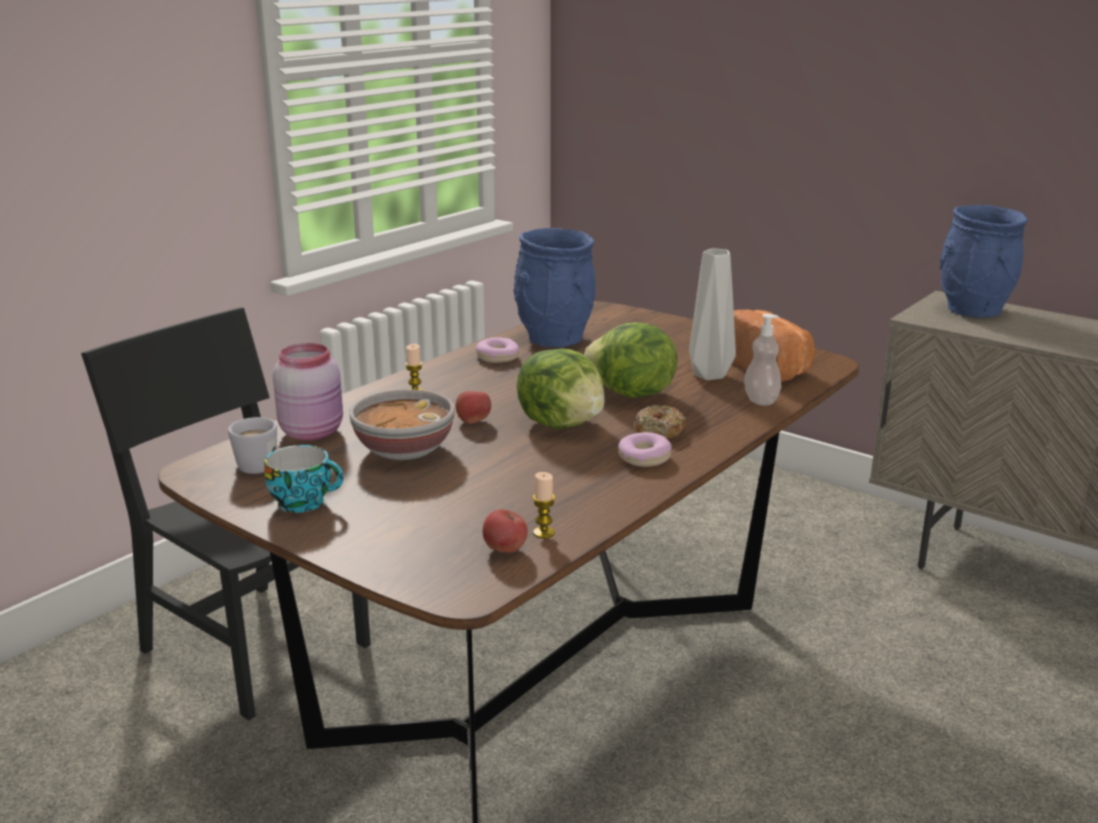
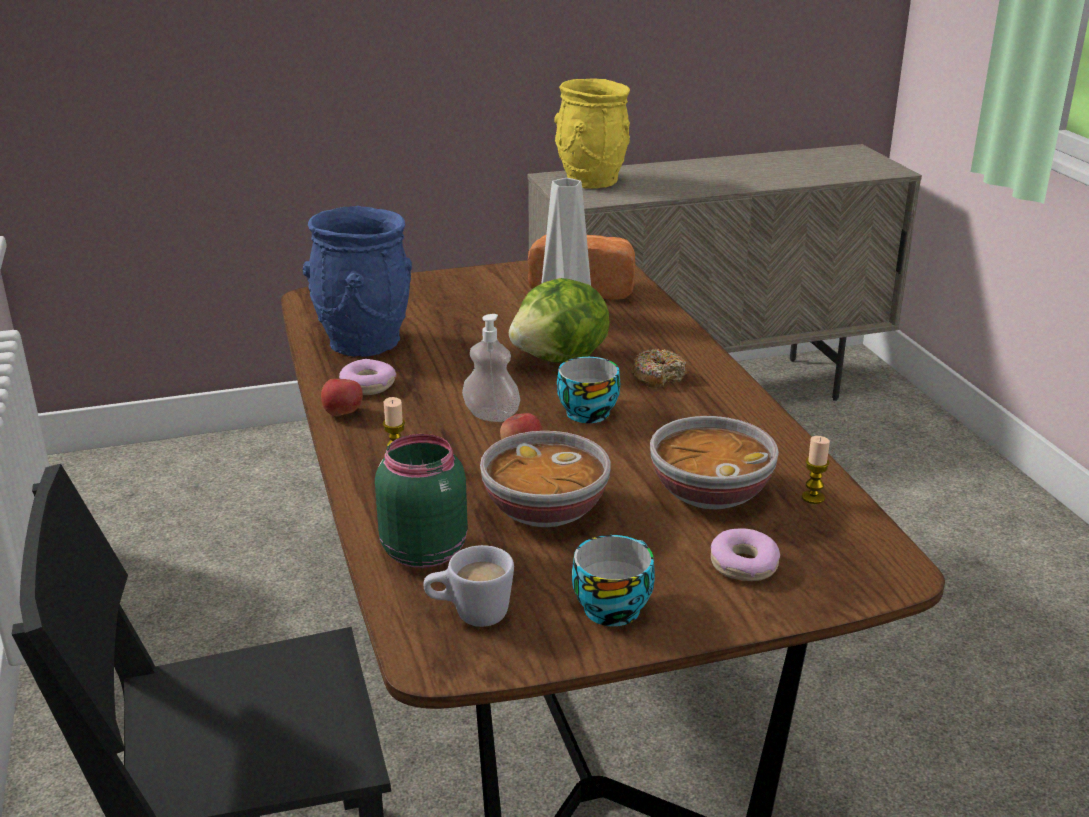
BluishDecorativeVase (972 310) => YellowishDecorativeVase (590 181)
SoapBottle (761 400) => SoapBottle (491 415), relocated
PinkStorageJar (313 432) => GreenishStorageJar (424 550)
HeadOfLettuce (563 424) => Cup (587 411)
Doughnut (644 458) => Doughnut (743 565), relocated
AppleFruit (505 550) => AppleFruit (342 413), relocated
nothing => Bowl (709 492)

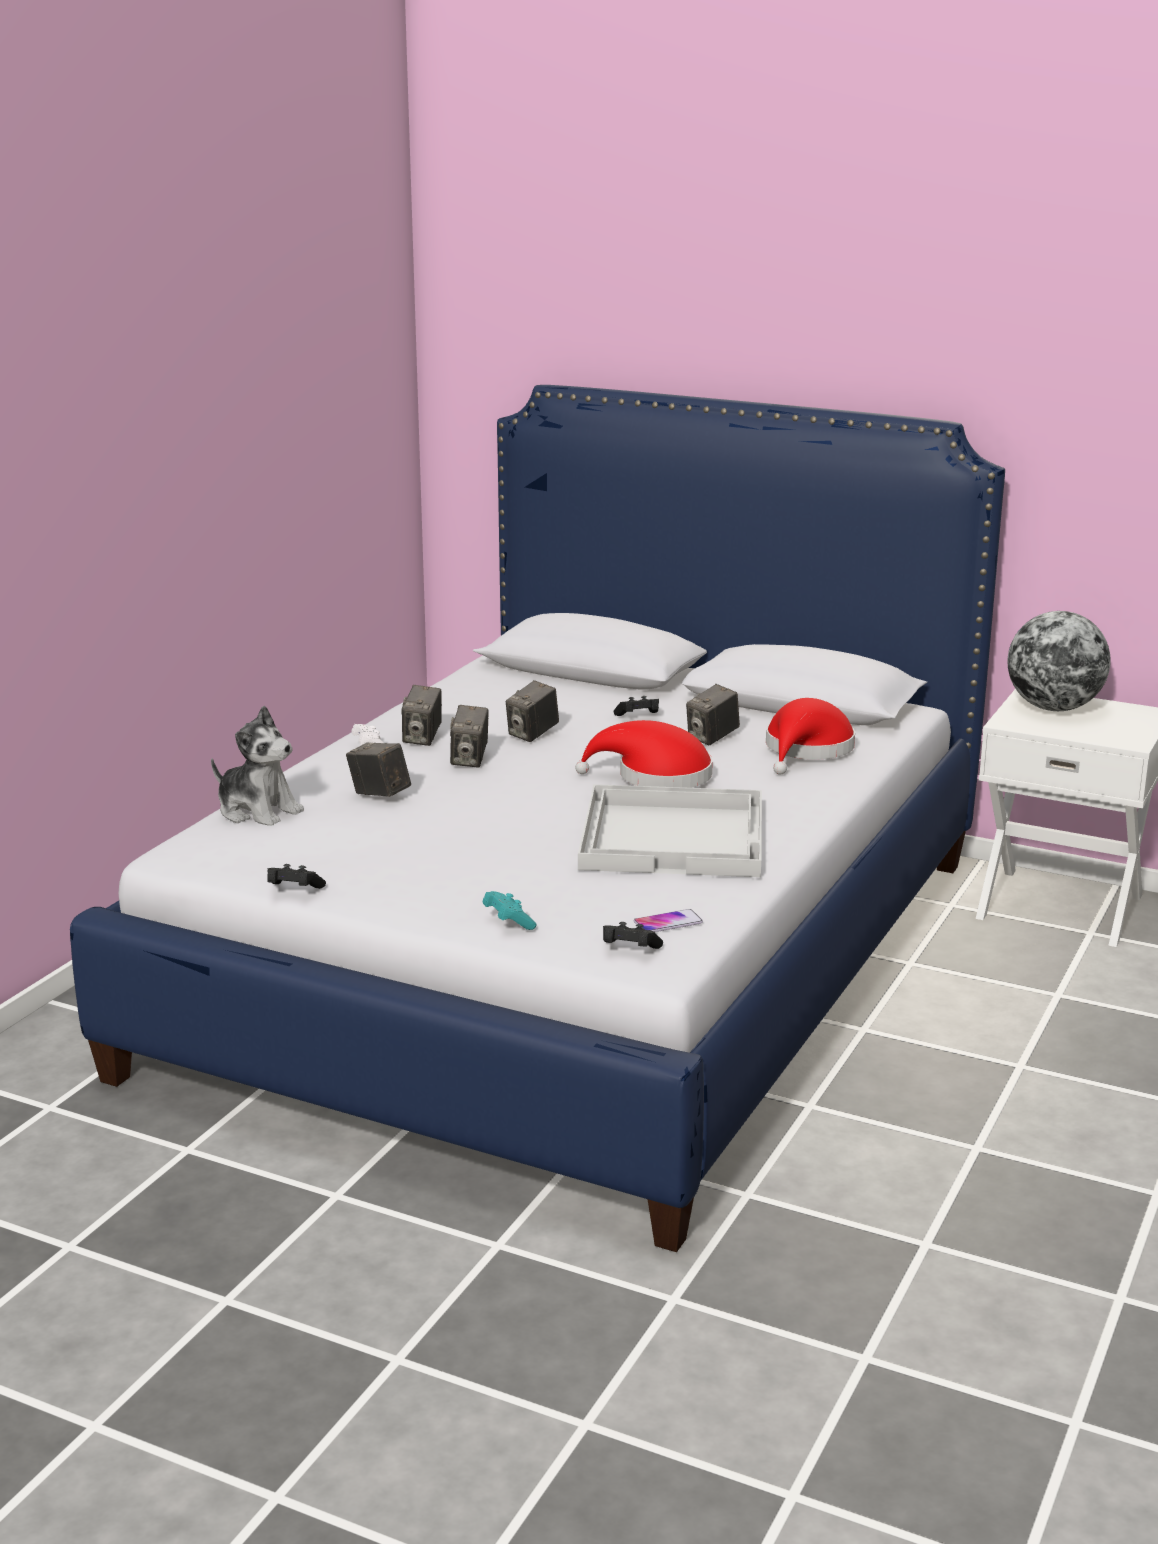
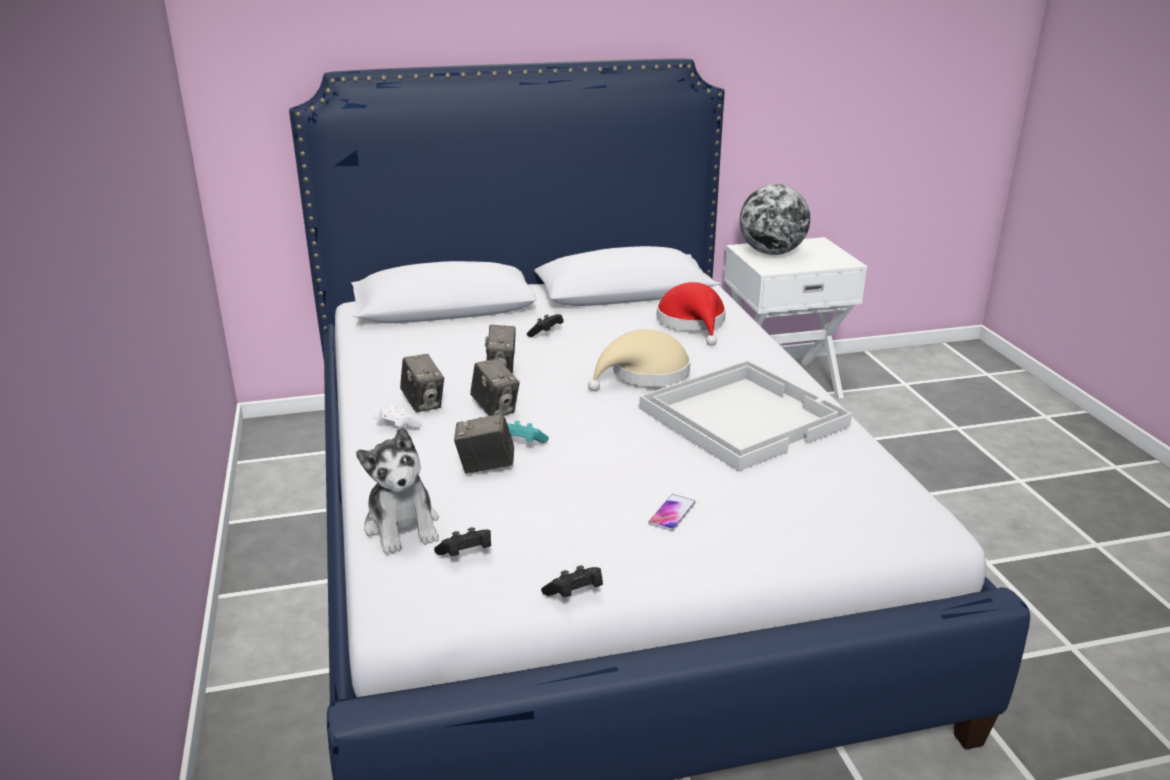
PhotoCamera (712 738) => nothing
SoftToy (258 811) => SoftToy (403 526), 75 degrees clockwise
ReddishWearableHat (656 776) => SandColouredWearableHat (645 374)
BlueGreenGamepad (508 922) => BlueGreenGamepad (521 443), relocated
Handset (668 923) => Handset (672 513), relocated
BlackishGamepad (629 950) => BlackishGamepad (466 554), relocated

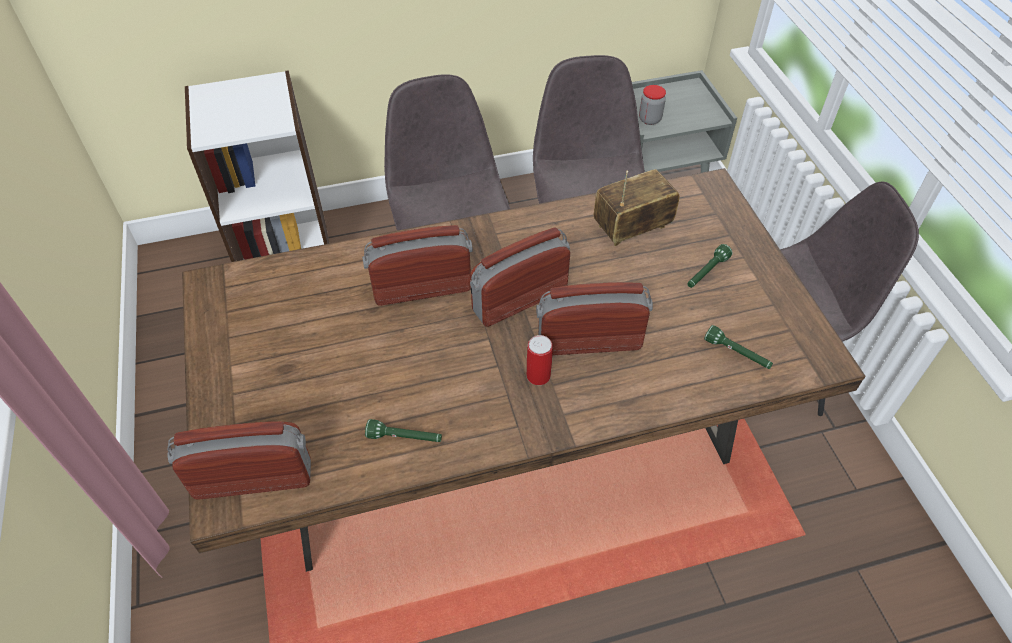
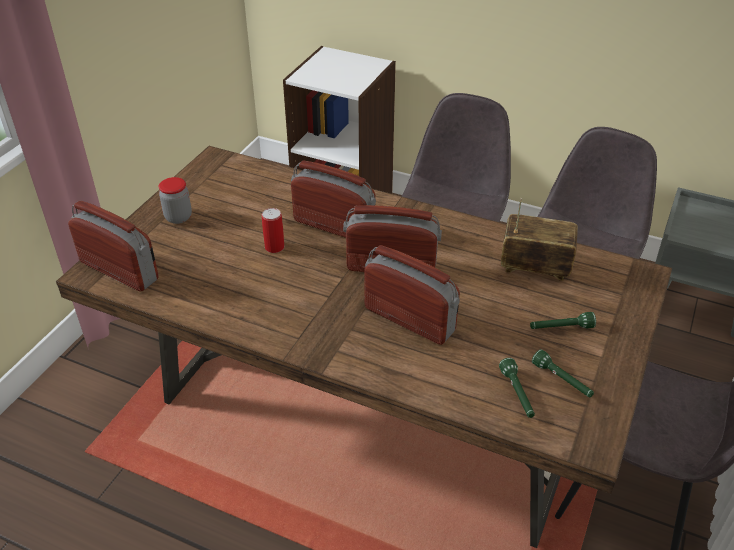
StorageJar (649 119) => StorageJar (178 217), relocated
Can (538 376) => Can (274 247), relocated
GreenishFlashlight (405 438) => GreenishFlashlight (562 380), relocated

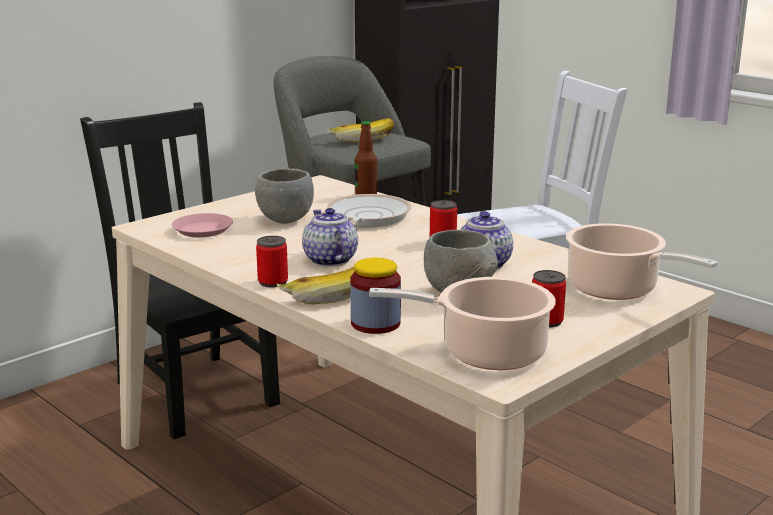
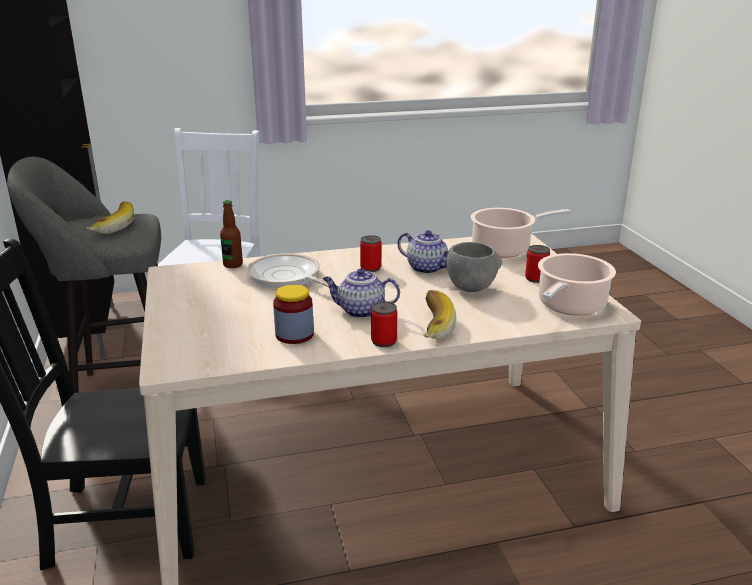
GreyBowl (284 220) => nothing
PinkPlate (202 230) => nothing
StorageJar (375 323) => StorageJar (294 335), relocated

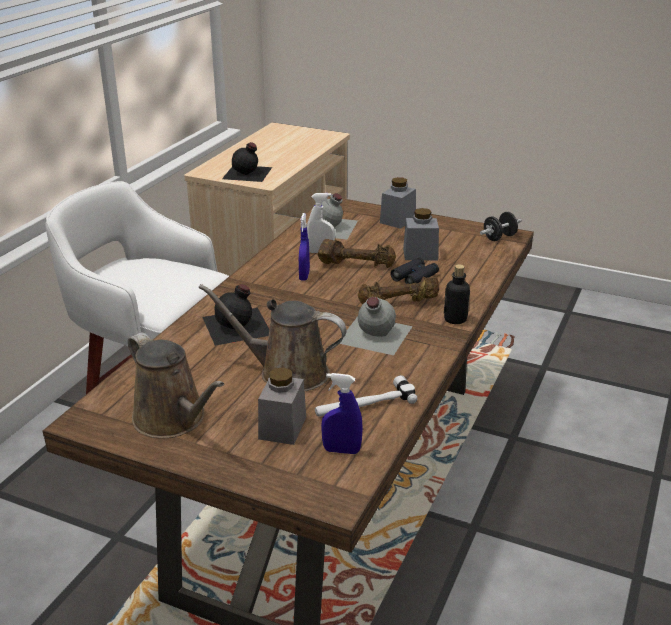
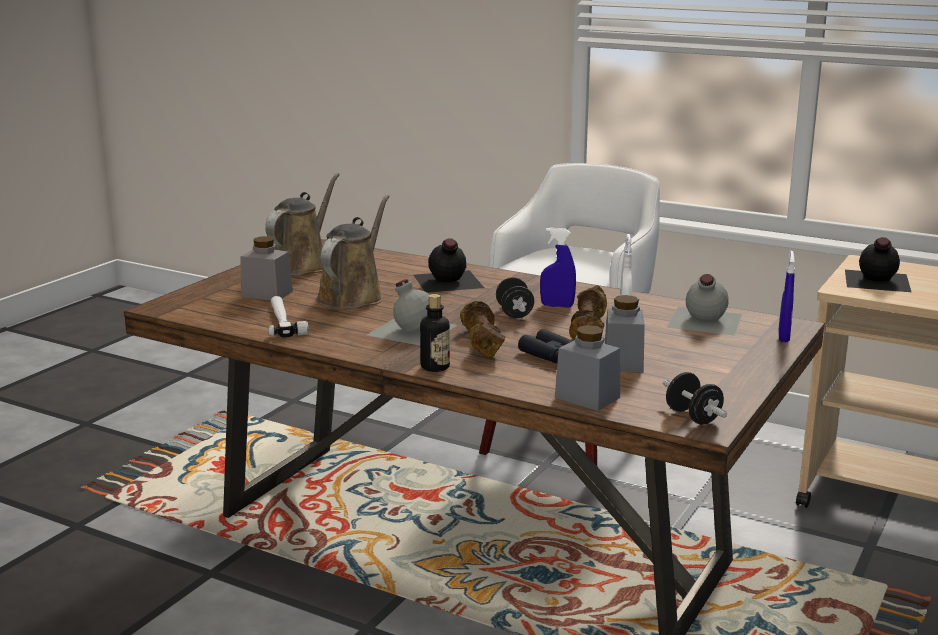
GreyStorageJar (397 220) => GreyStorageJar (587 397), relocated
BrownColouredWateringPot (173 420) => BrownColouredWateringPot (301 265), 150 degrees clockwise
BluishHandSprayer (341 450) => BluishHandSprayer (783 337), relocated
nothing => BlackishHandWeight (514 313)

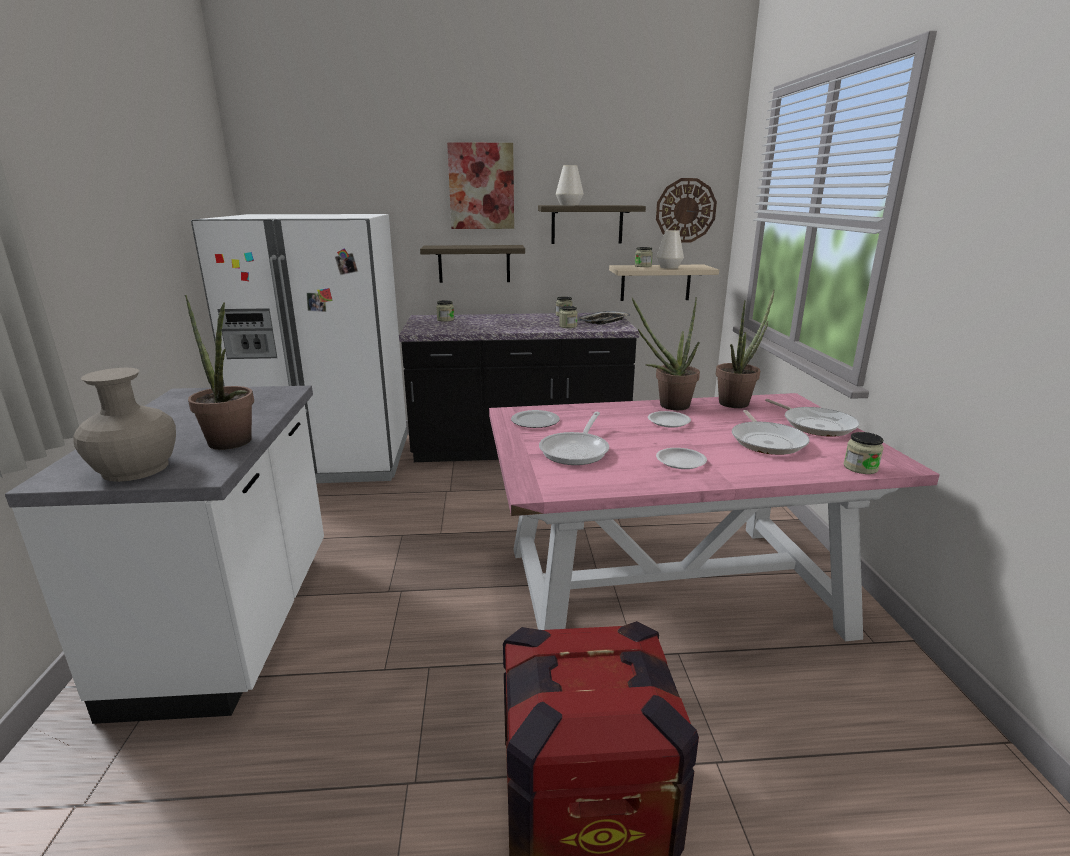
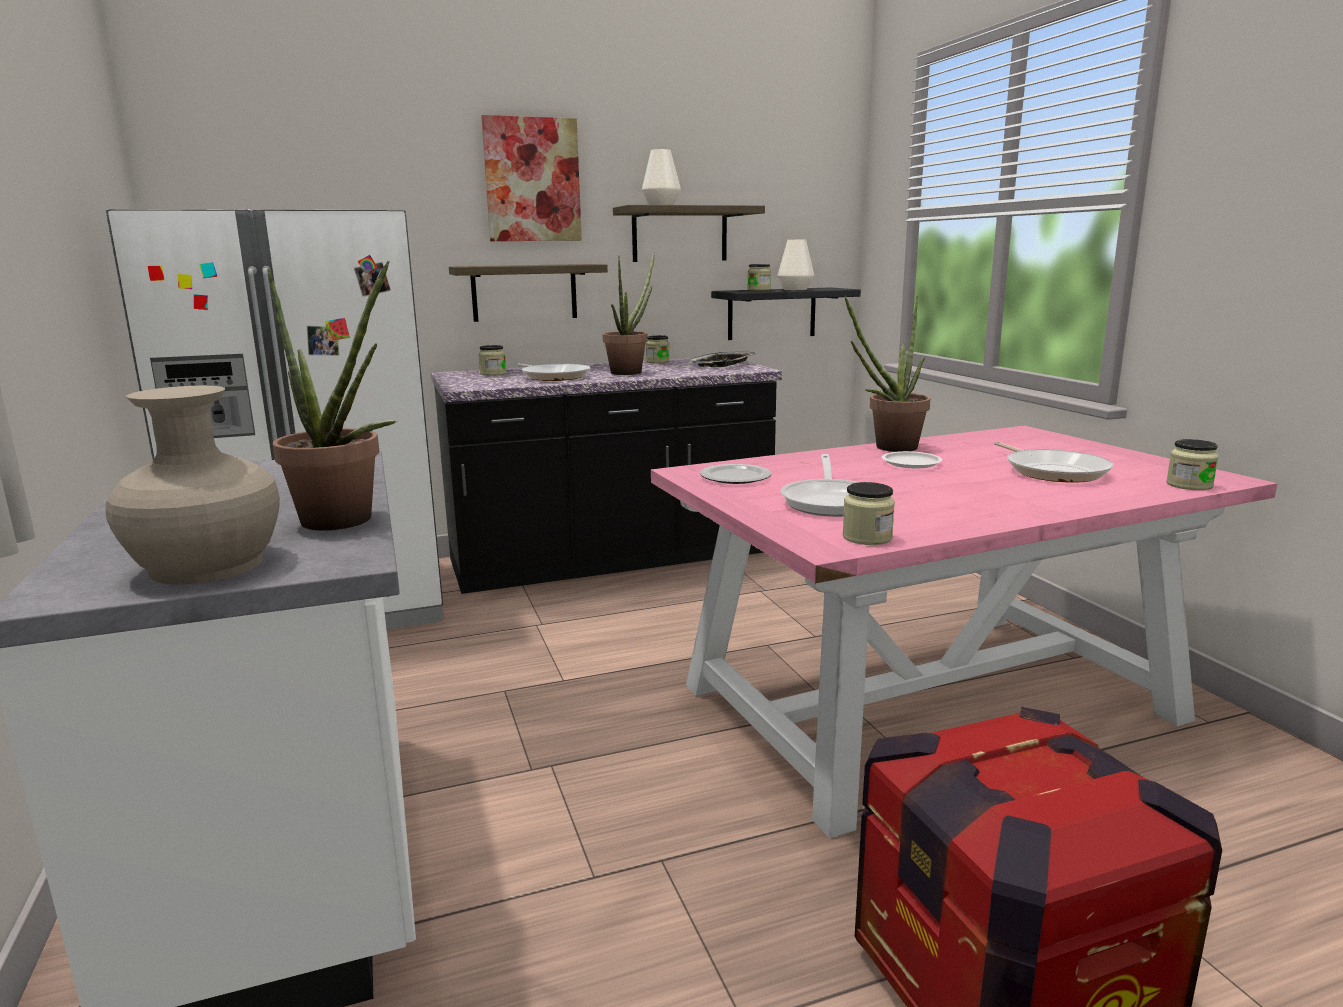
HangingClock (685 210) => nothing
SandColouredShelf (655 282) => BlackishShelf (771 313)
Houseplant (737 402) => Houseplant (630 372), relocated
StorageJar (568 326) => StorageJar (867 537), relocated
Pan (815 425) => Pan (554 376), relocated
WhitePlate (680 461) => nothing

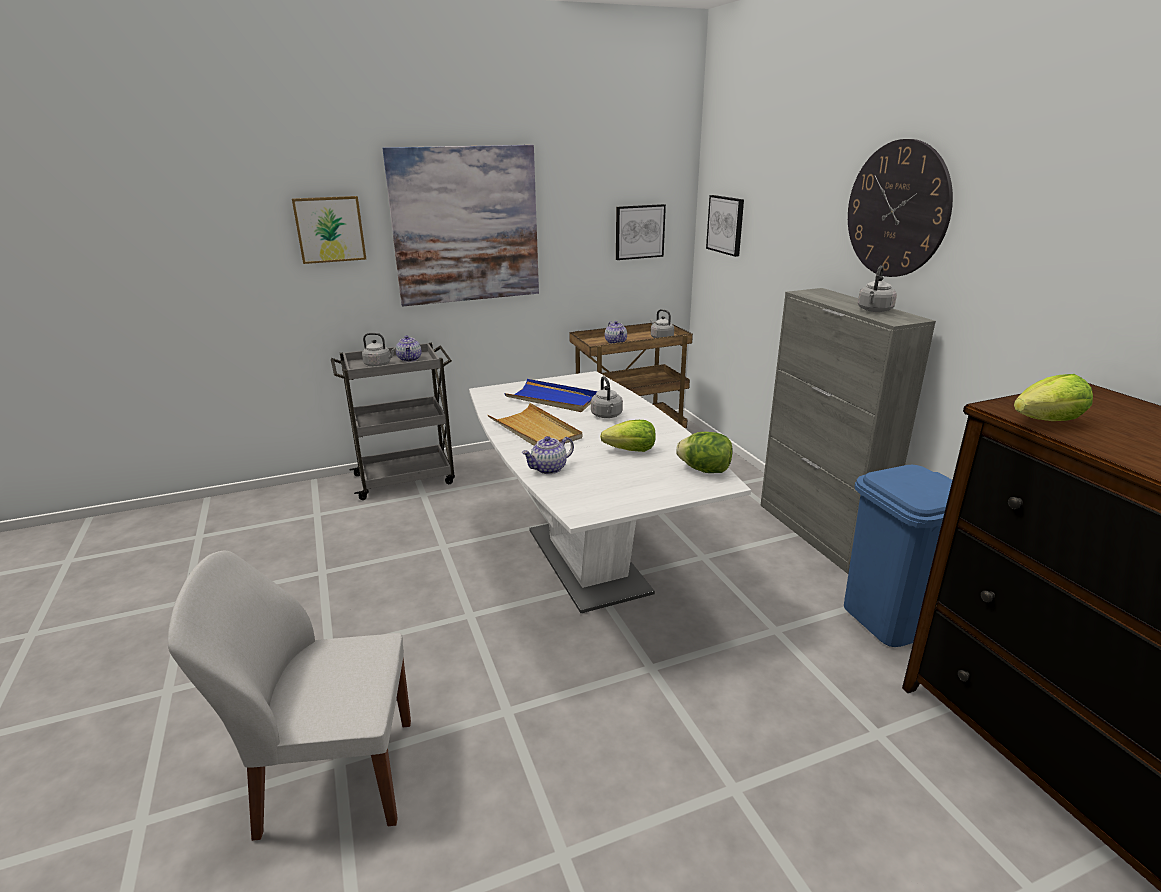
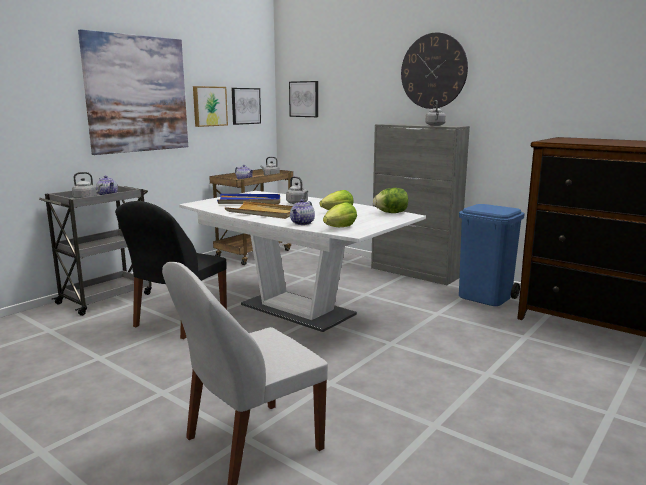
WallPicture (329 229) => WallPicture (209 106), relocated
HeadOfLettuce (1047 421) => HeadOfLettuce (340 228), relocated
nothing => BlackishUprightChair (179 322)

